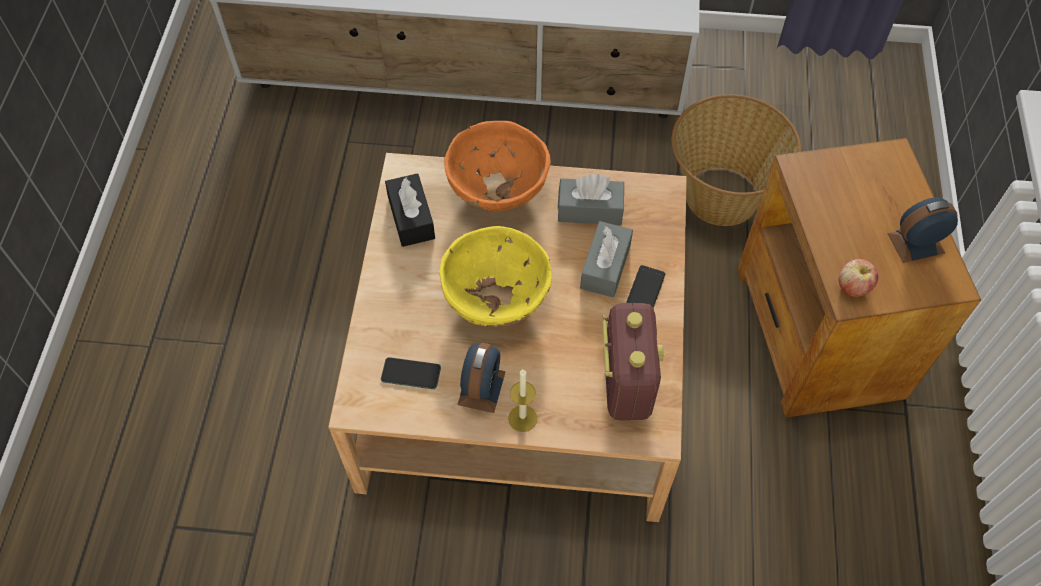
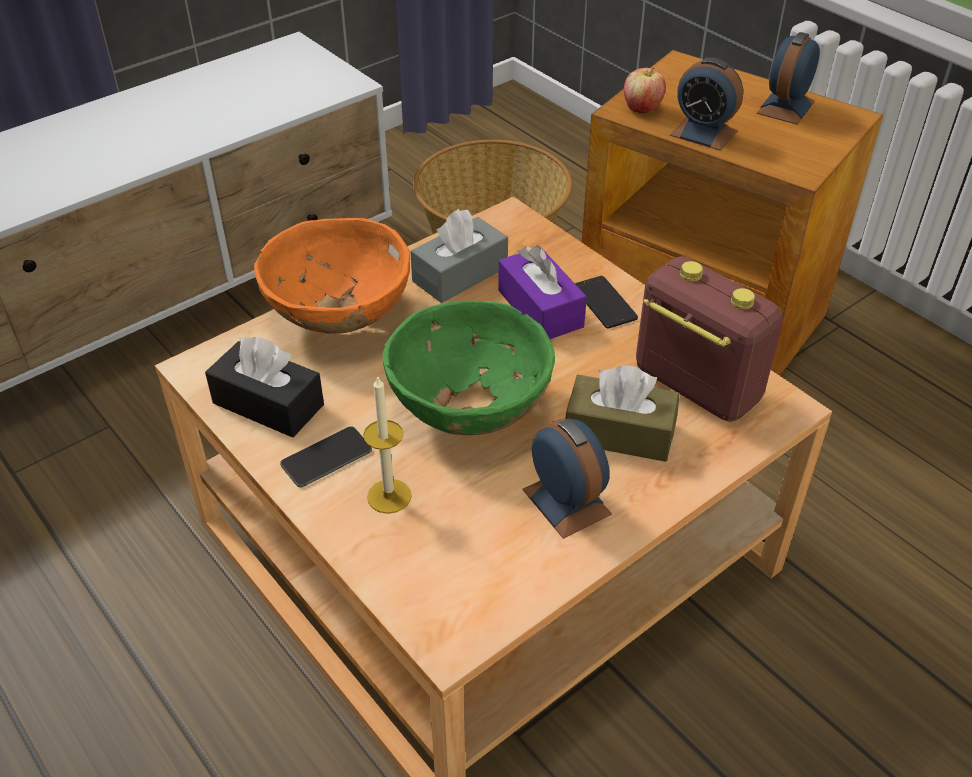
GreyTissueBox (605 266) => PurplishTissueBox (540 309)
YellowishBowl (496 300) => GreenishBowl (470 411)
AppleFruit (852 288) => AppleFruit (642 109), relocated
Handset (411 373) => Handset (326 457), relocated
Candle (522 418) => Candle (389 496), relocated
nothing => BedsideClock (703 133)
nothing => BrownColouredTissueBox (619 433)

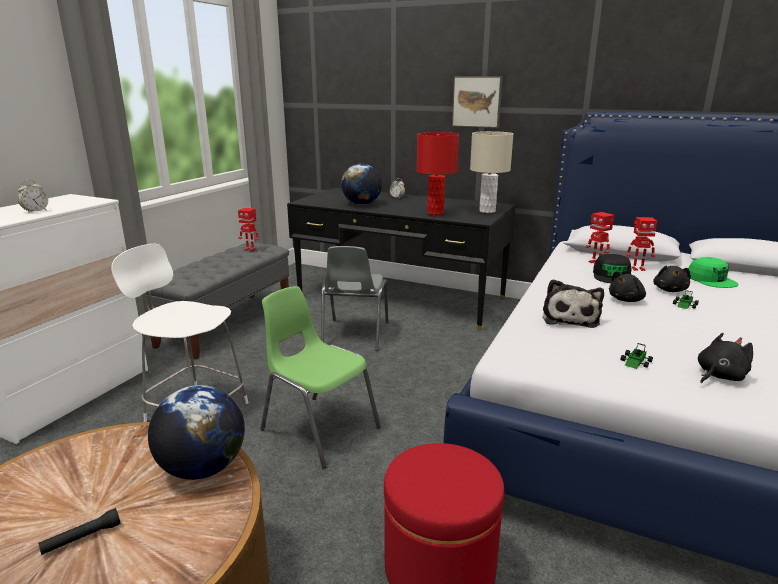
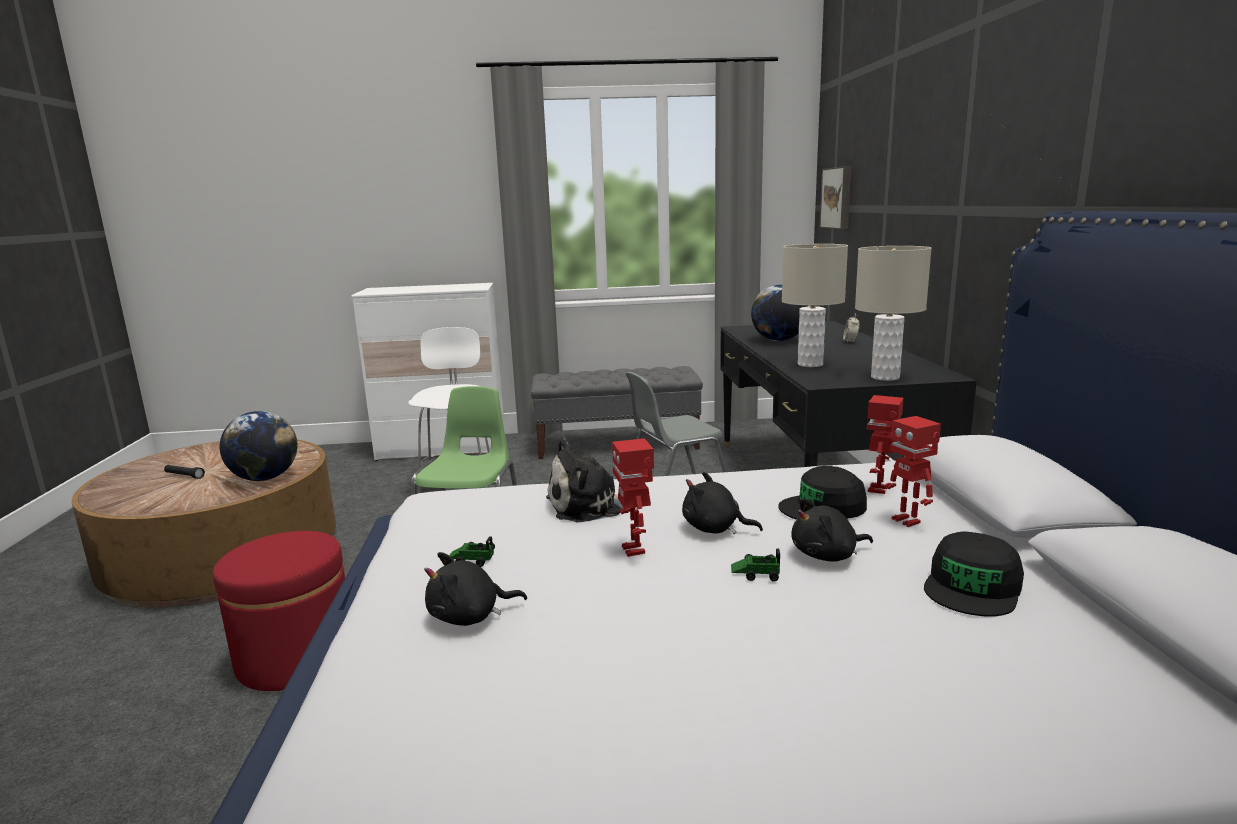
WallPicture (477 101) => WallPicture (838 198), relocated
ReddishTabletopLamp (435 213) => SandColouredTabletopLamp (810 364)
BedsideClock (35 211) => nothing
ToyRobot (250 249) => ToyRobot (635 550), relocated
GreenishCap (711 279) => BlackishCap (973 587)
BlackishSoftToy (719 376) => BlackishSoftToy (470 616), 135 degrees clockwise

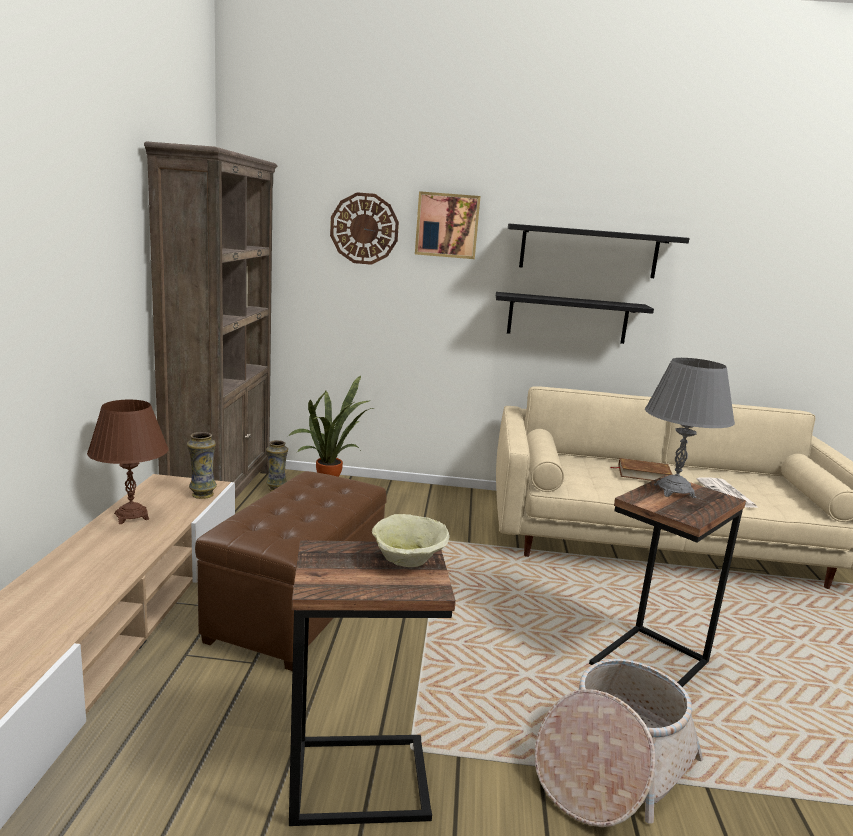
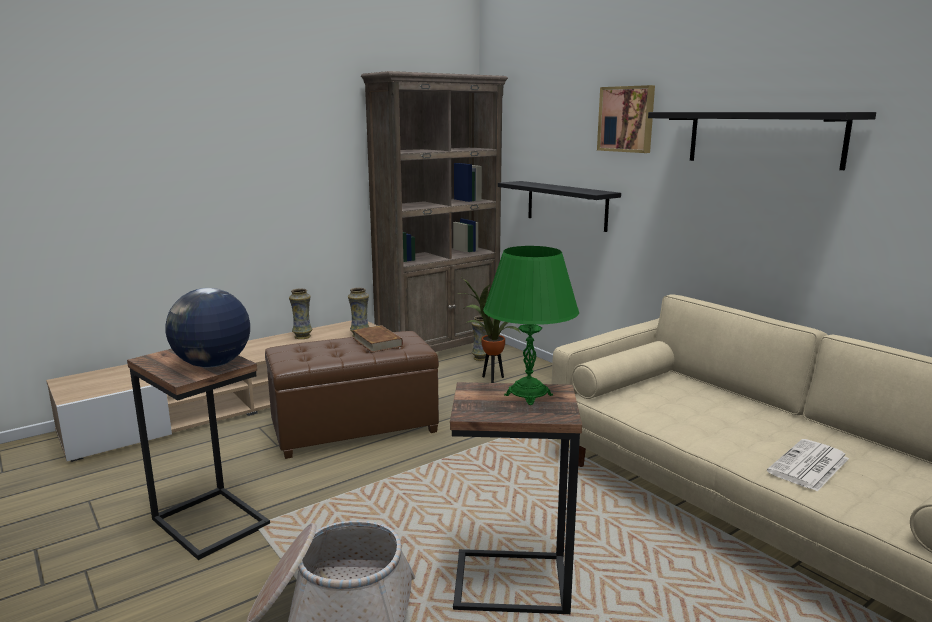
HangingClock (364 228) => nothing
BlackishShelf (567 318) => BlackishShelf (566 205), relocated
GreyTabletopLamp (674 491) => GreenishTabletopLamp (528 395)
BrownColouredTabletopLamp (131 516) => DecorativeVase (302 336)
BrownColouredBoundBook (643 474) => BrownColouredBoundBook (377 342), relocated
SandColouredBowl (408 562) => DeskGlobe (212 365)

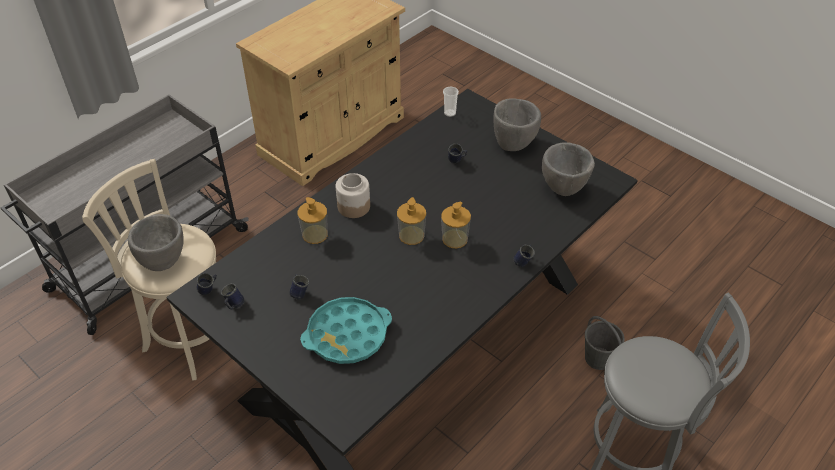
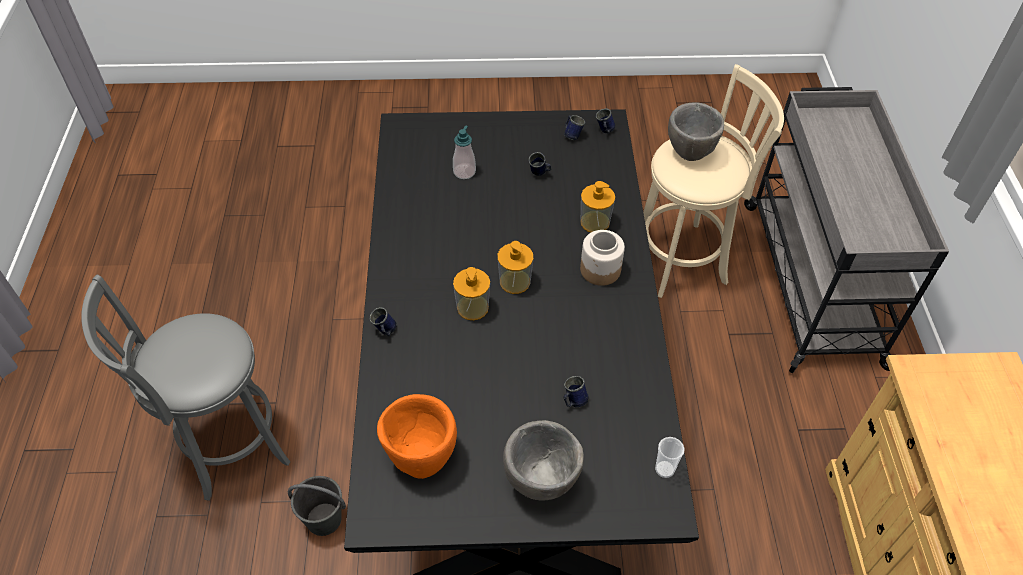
GreyBowl (563 189) => OrangeyBowl (420 456)
BlueGreenServingTray (347 335) => SoapBottle (464 172)

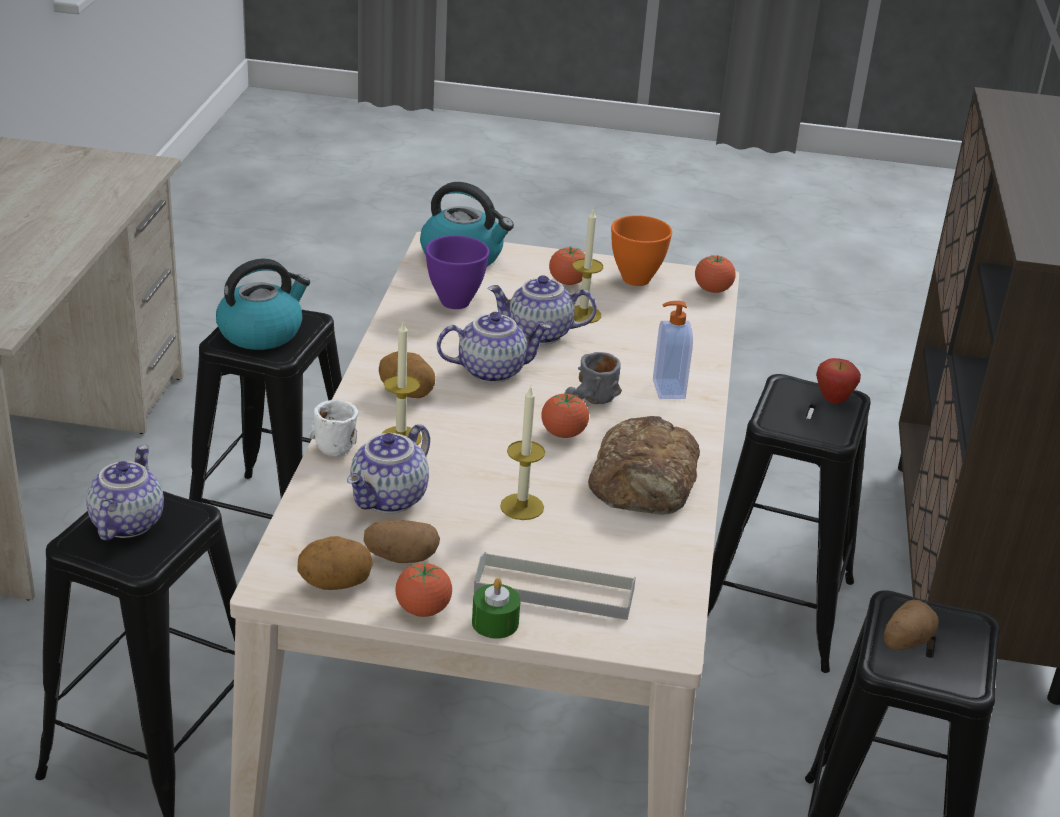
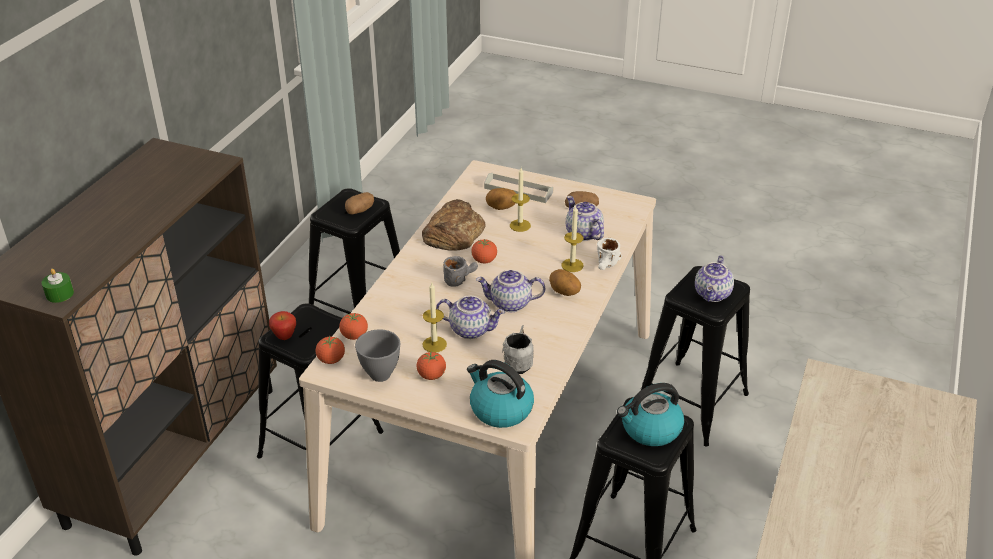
OrangeyBowl (637 279) => GreyBowl (379 375)
PurplishBowl (454 301) => GreyMug (518 363)
SoapBottle (667 389) => nothing
PotForTea (390 499) => PotForTea (582 234), 75 degrees counterclockwise
Potato (335 583) => Potato (501 208), relocated
WholeTomato (423 609) => WholeTomato (354 336), relocated
GreenishCandle (495 622) => GreenishCandle (60 294), relocated

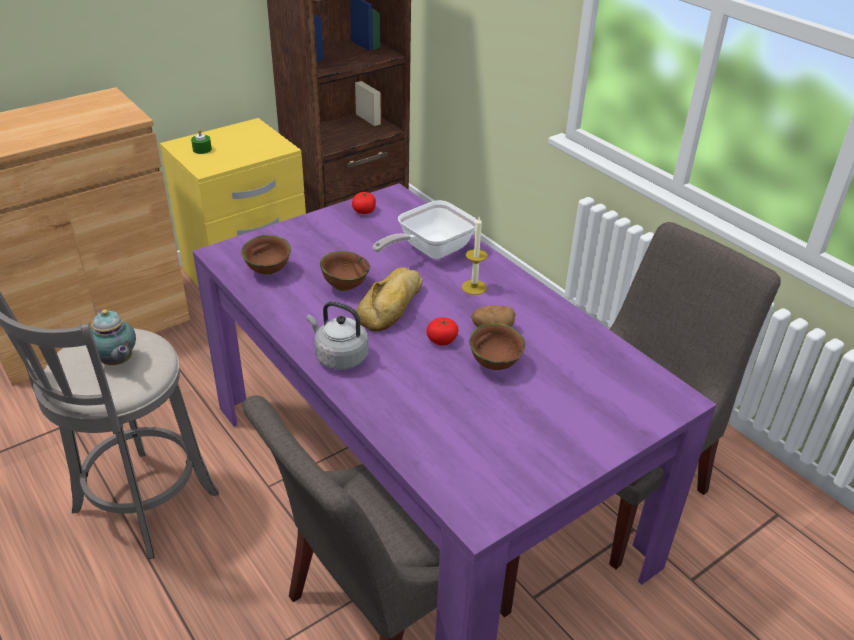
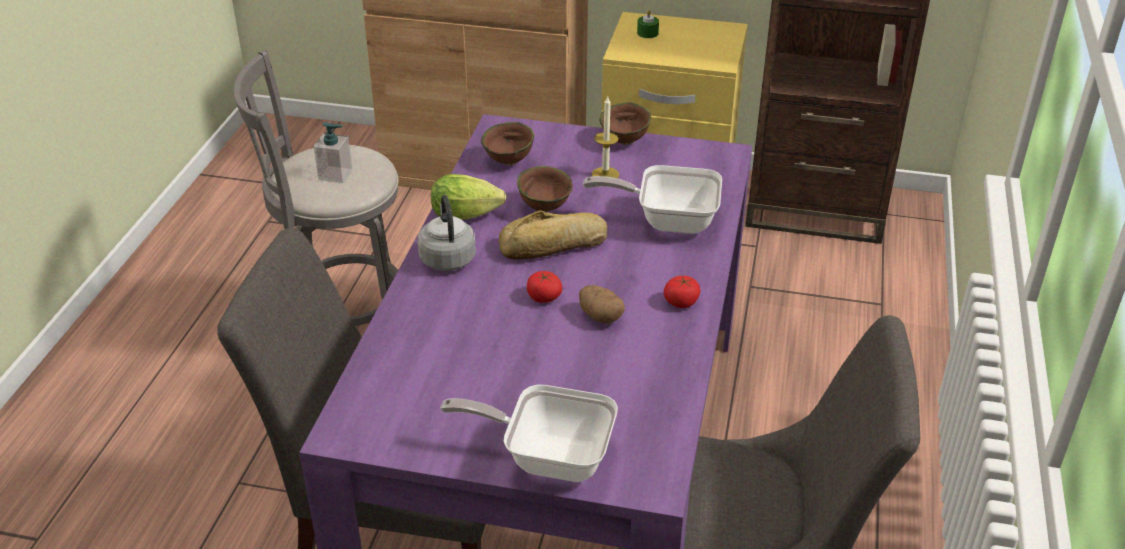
WholeTomato (364 210) => WholeTomato (681 301), relocated
Candle (474 287) => Candle (605 174), relocated
PotForTea (118 362) => SoapBottle (335 174)
BrownColouredBowl (495 364) => BrownColouredBowl (625 141), relocated
nothing => HeadOfLettuce (469 215)
nothing => Pan (548 456)

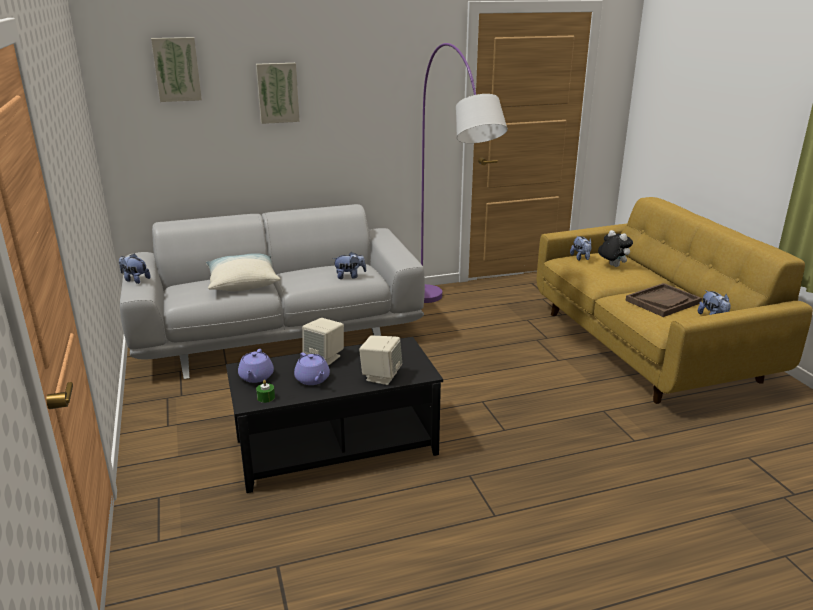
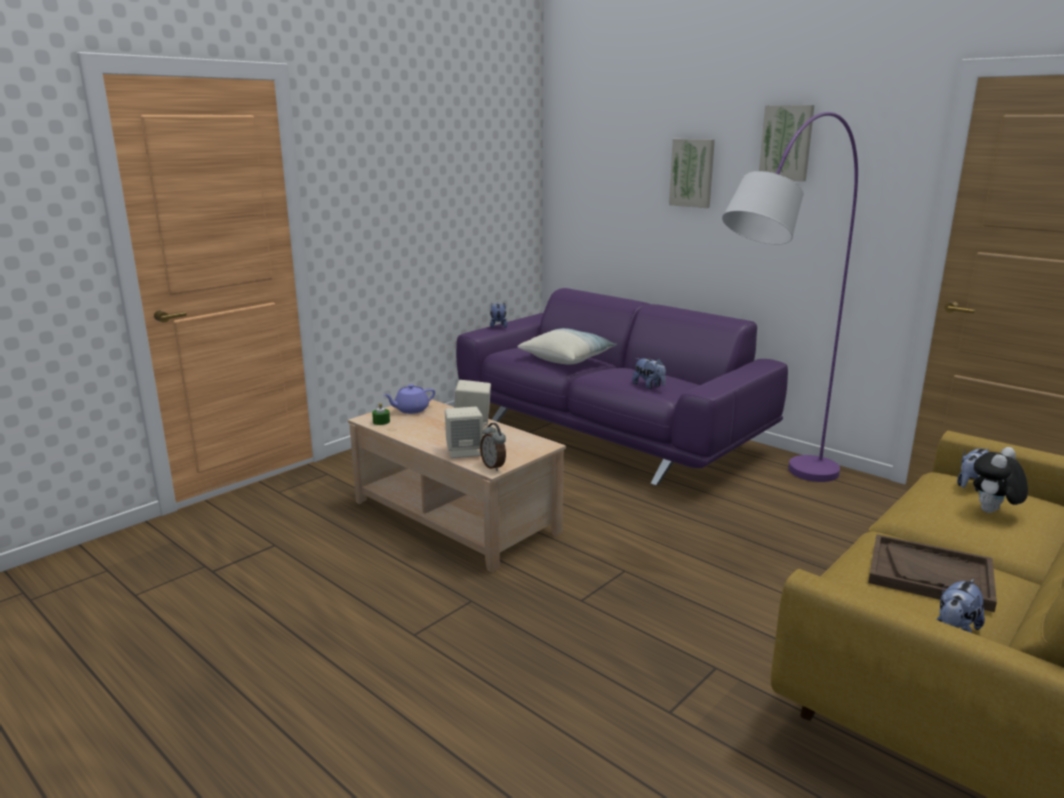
WallPicture (176 69) => WallPicture (787 143), relocated
GreySofa (279 333) => PurplishSofa (610 432)
SoftToy (612 266) => SoftToy (992 512), 150 degrees counterclockwise
BlackishLowTable (336 445) => SandColouredLowTable (457 516)
PurplishPotForTea (312 379) => nothing
nothing => BedsideClock (494 466)

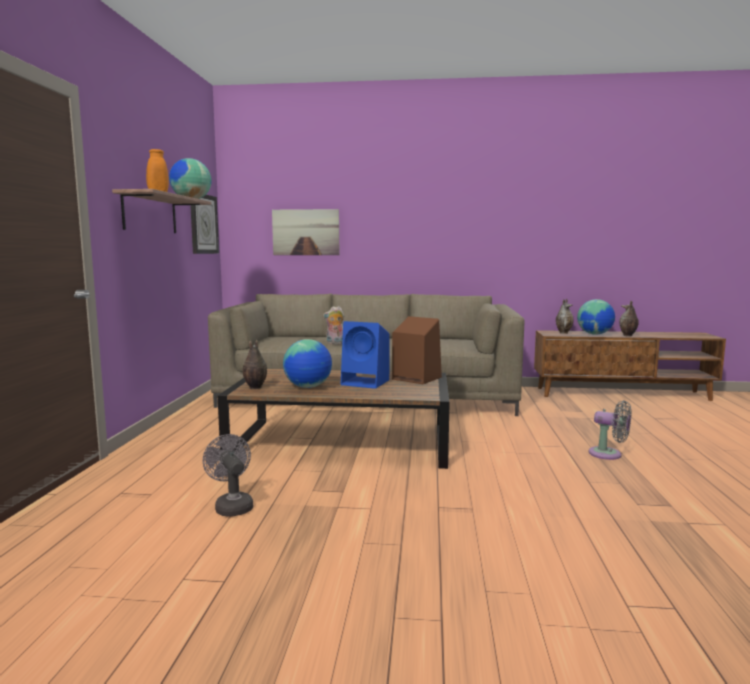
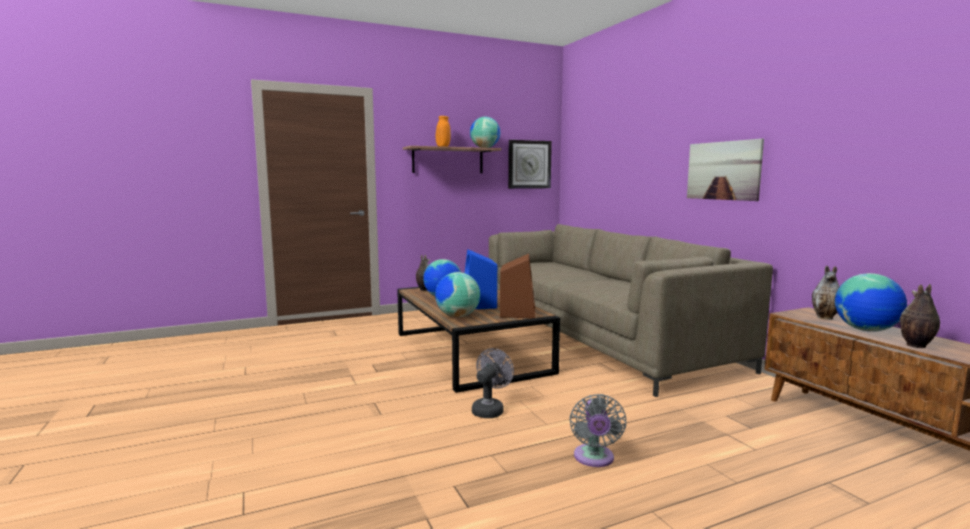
WallPicture (306 232) => WallPicture (723 170), relocated
SoftToy (335 343) => nothing
GreyFan (232 506) => GreyFan (490 409), relocated
nothing => DeskGlobe (457 316)

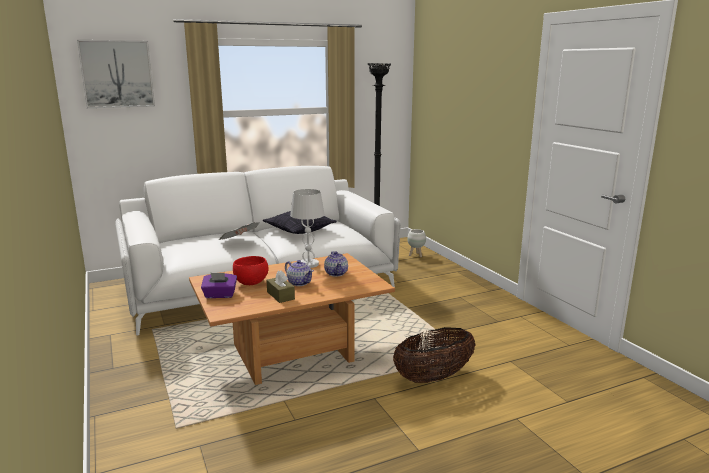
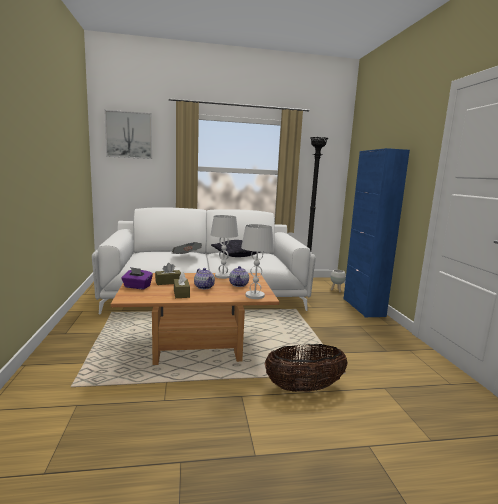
ReddishBowl (251 283) => BrownColouredTissueBox (168 282)
nothing => BluishCabinet (363 307)
nothing => WhiteTabletopLamp (254 295)

